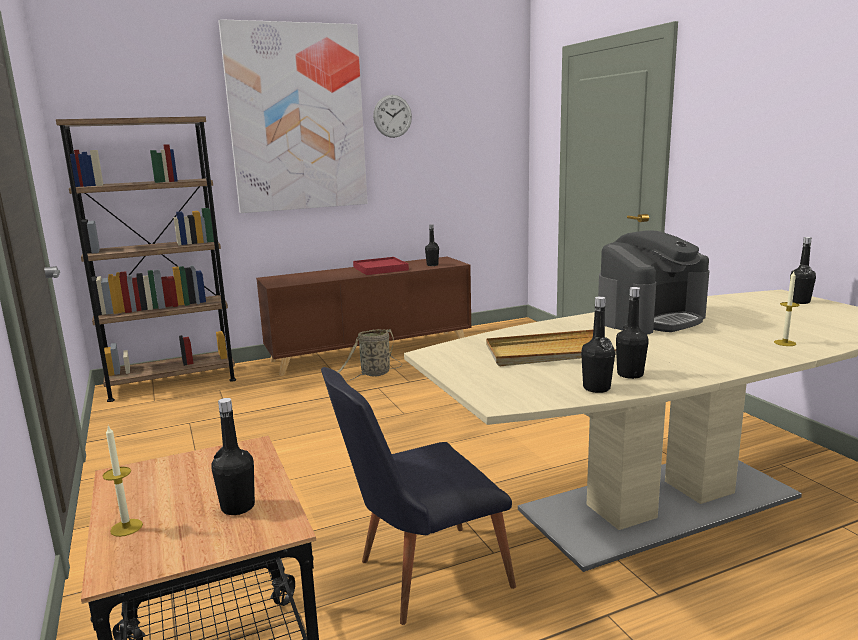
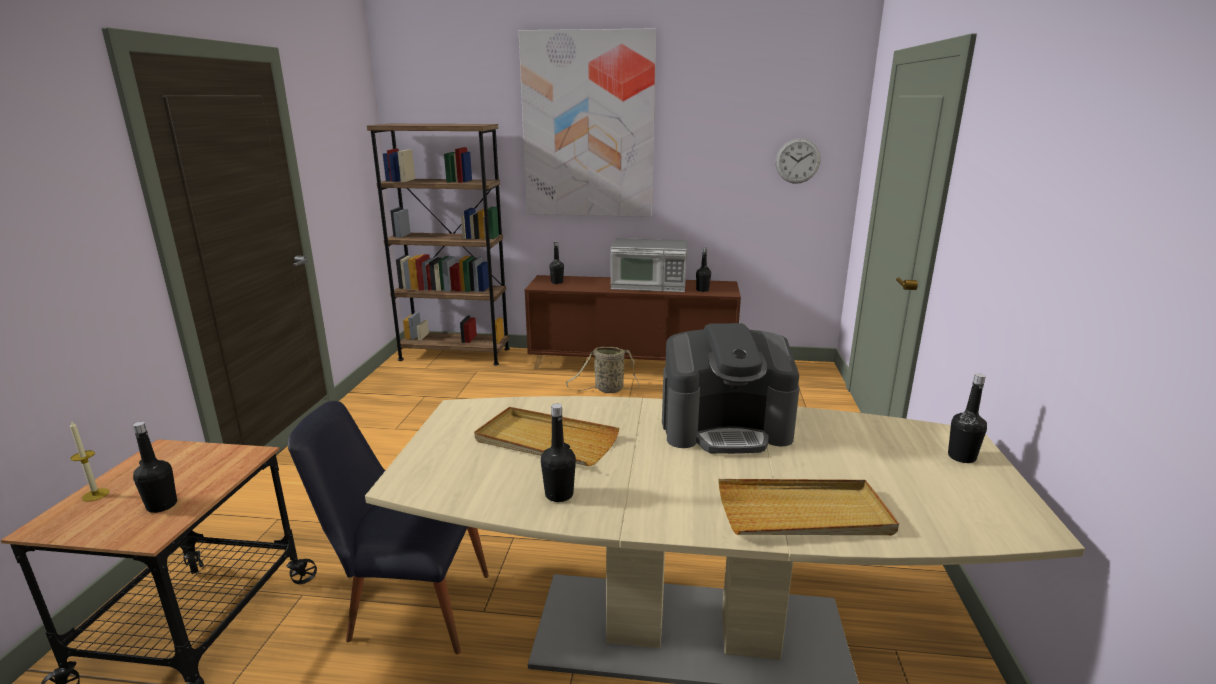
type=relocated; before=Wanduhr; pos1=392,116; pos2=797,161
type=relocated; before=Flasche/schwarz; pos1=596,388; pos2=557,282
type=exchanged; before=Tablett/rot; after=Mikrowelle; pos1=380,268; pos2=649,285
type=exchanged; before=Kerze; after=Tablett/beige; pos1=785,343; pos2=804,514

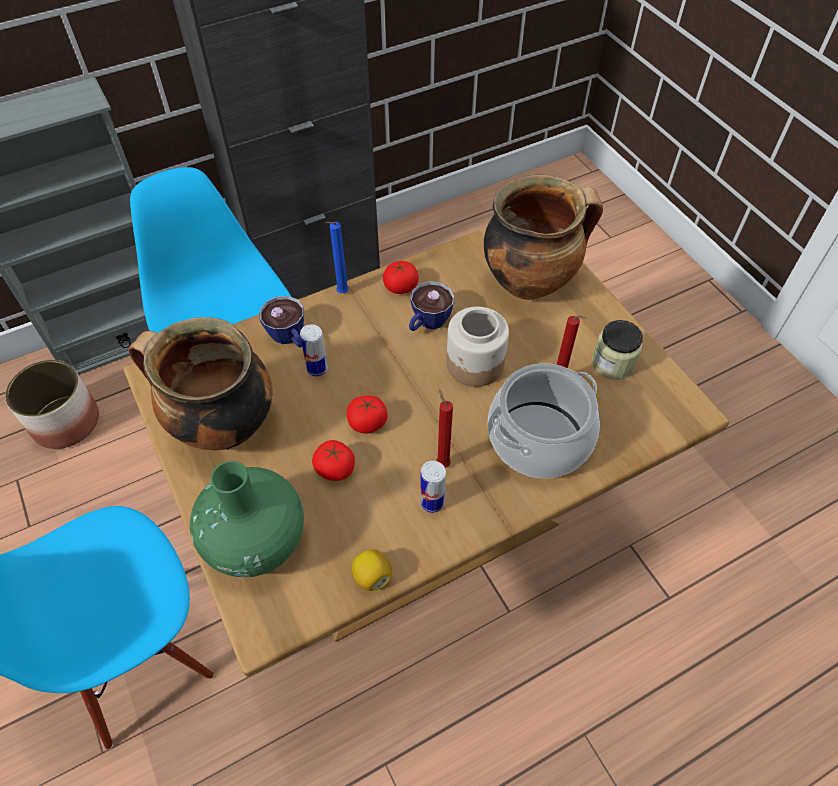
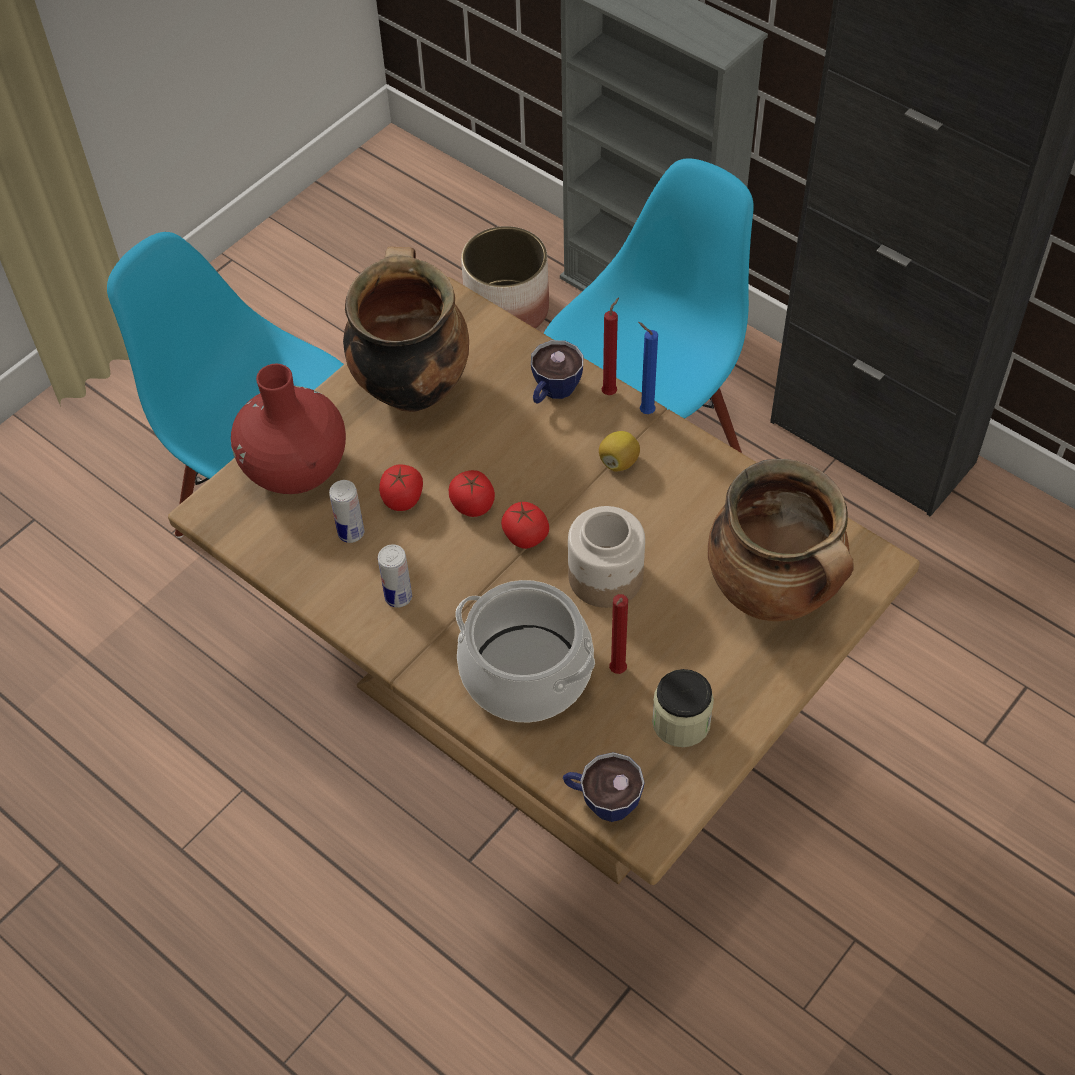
type=relocated; before=Dose; pos1=317,368; pos2=351,533
type=relocated; before=Zitrone; pos1=372,577; pos2=618,462
type=relocated; before=Tomate; pos1=401,287; pos2=525,536
type=relocated; before=Tasse; pos1=427,323; pos2=601,800
type=relocated; before=Kerze/rot; pos1=442,462; pos2=611,392
type=colour; before=Vase/grün; after=Vase/rot; pos1=256,541; pos2=295,468

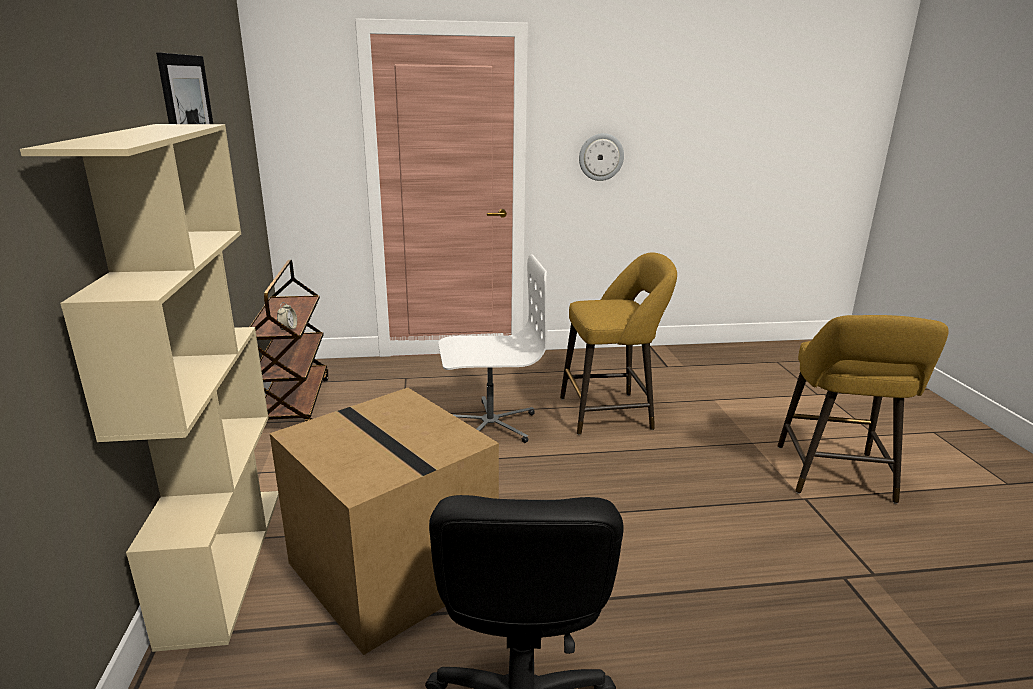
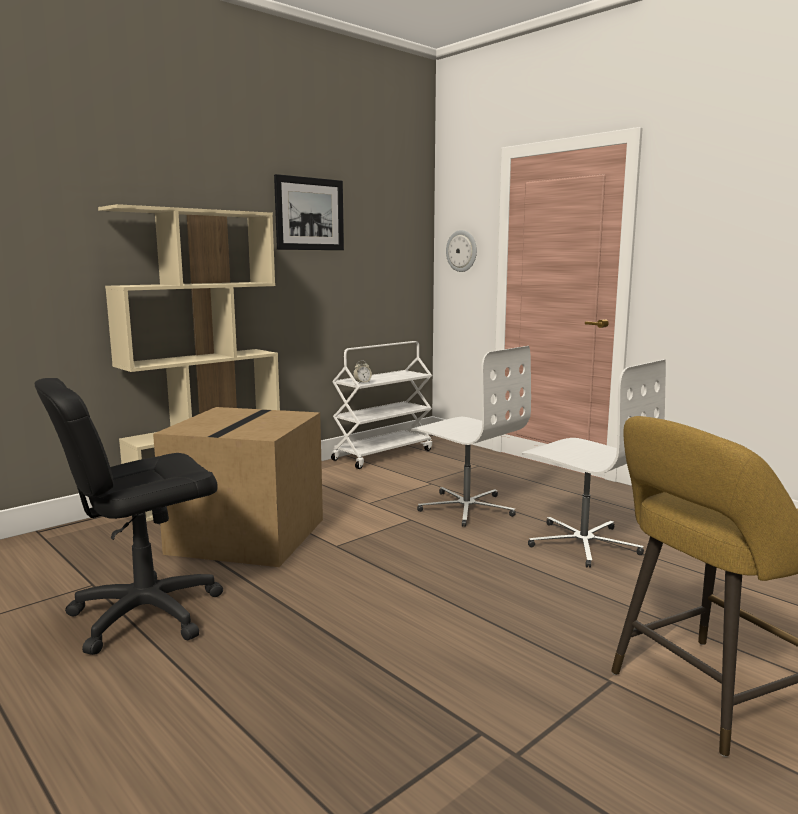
type=relocated; before=Wanduhr; pos1=601,157; pos2=462,251
type=exchanged; before=Hocker/gelb; after=Bürostuhl/weiß; pos1=611,413; pos2=583,543
type=colour; before=Rollwagen/braun; after=Rollwagen/weiß; pos1=294,404; pos2=383,454

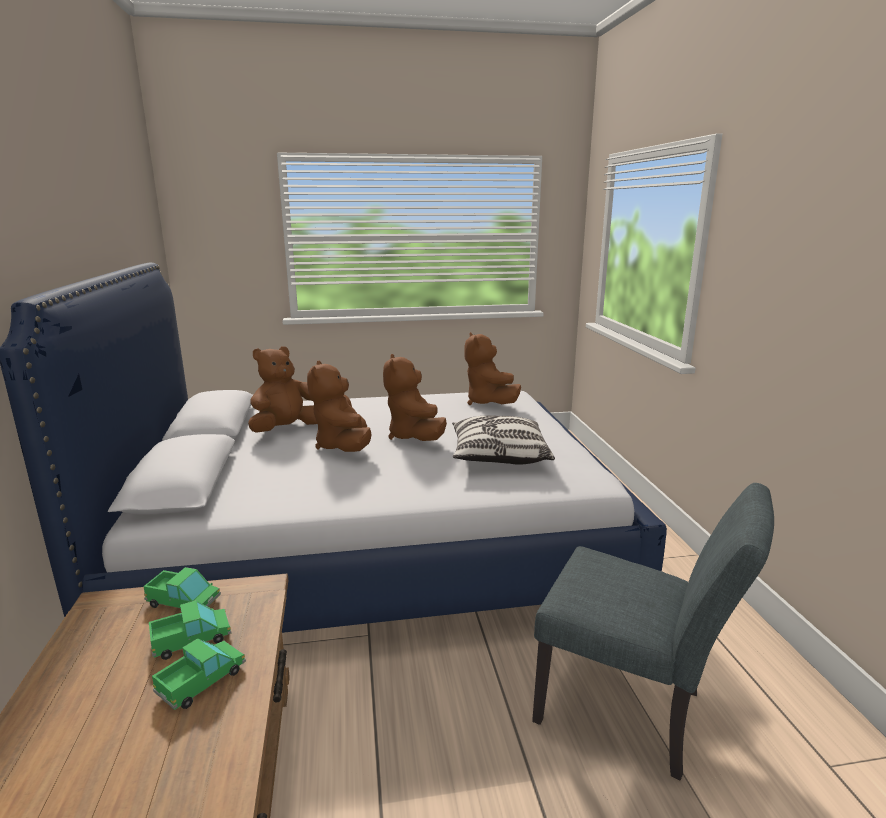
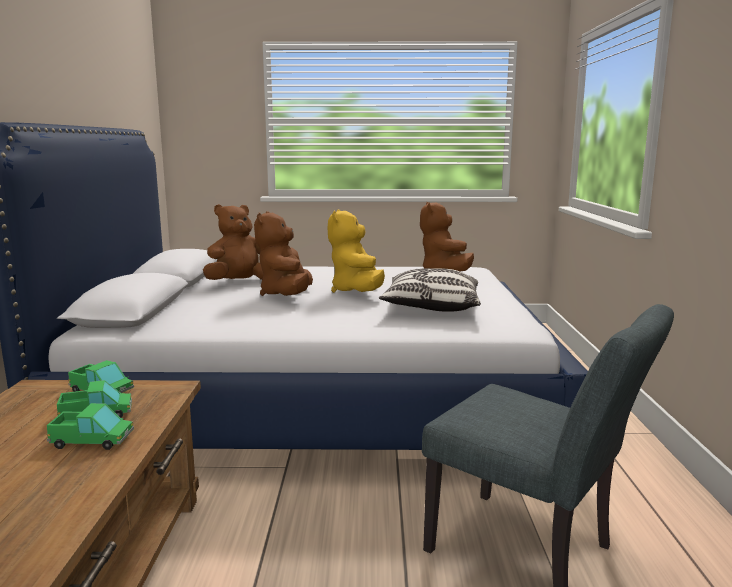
type=colour; before=Plüschtier/braun; after=Plüschtier/gelb; pos1=414,437; pos2=357,292
type=spun; before=Spielzeuglaster; pos1=202,681; pos2=92,440; turn=45

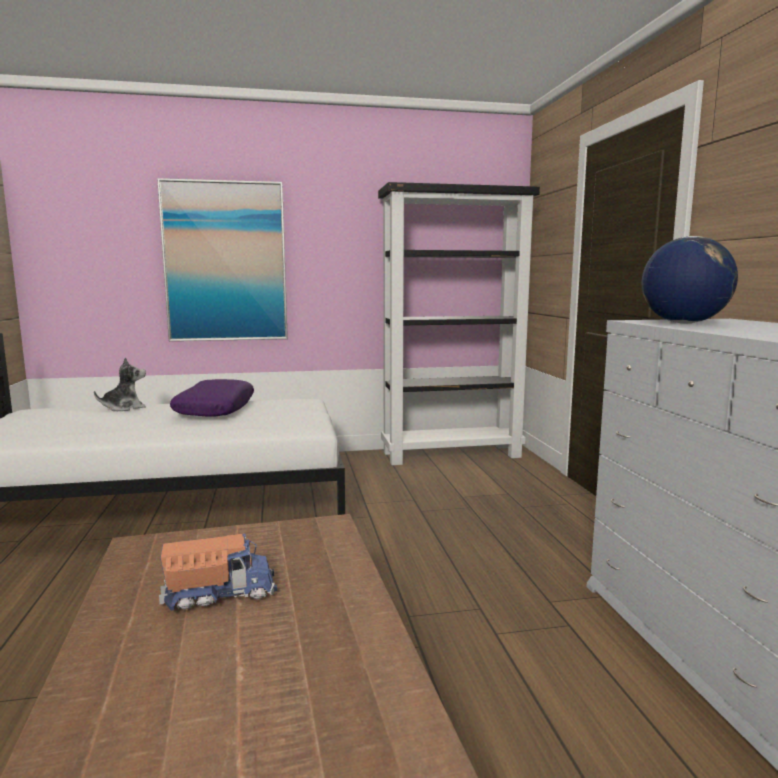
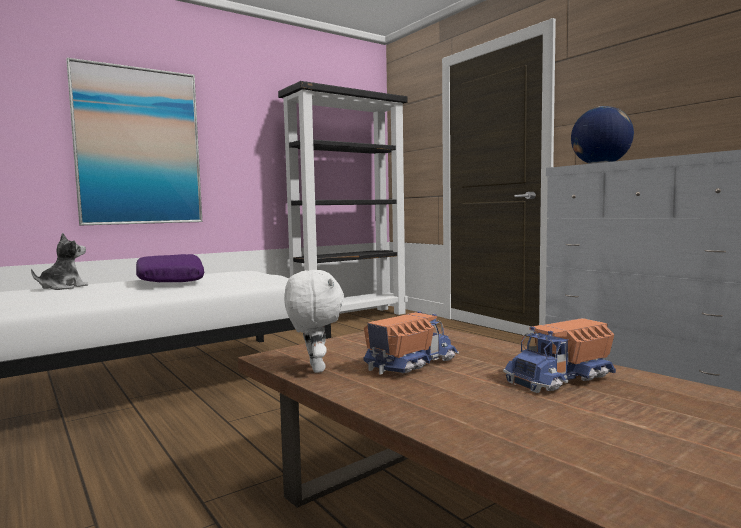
type=appeared; after=Plüschtier/weiß; pos2=314,368
type=appeared; after=Spielzeuglaster; pos2=561,379

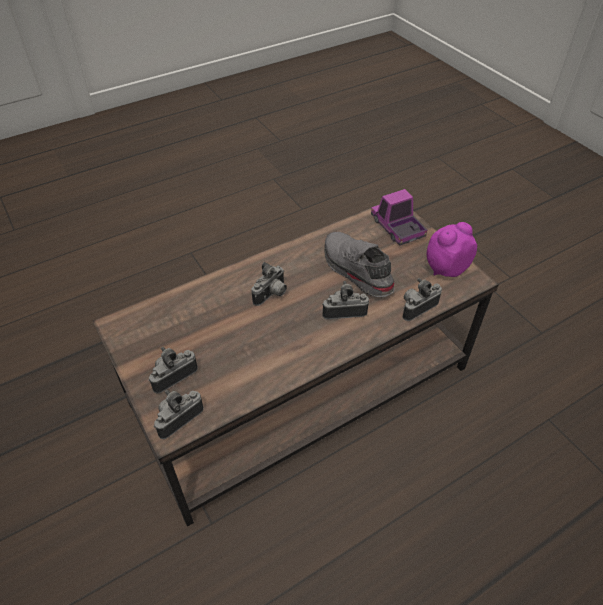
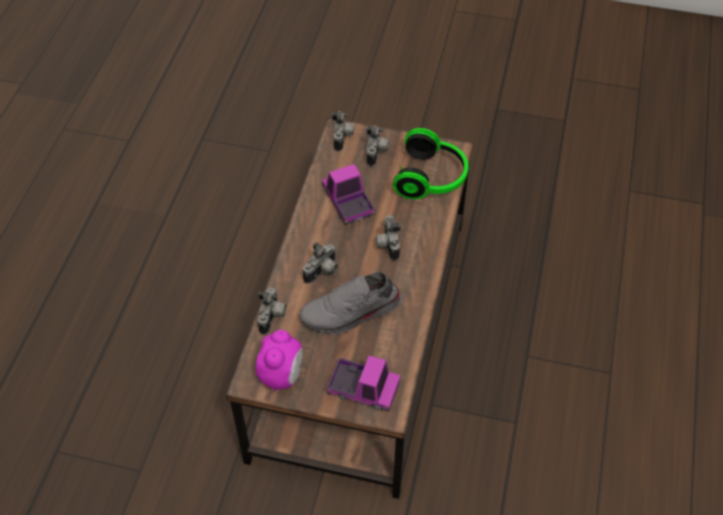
type=appeared; after=Spielzeuglaster; pos2=348,202
type=appeared; after=Kopfhörer; pos2=432,178
type=spun; before=Schuh/grau; pos1=355,271; pos2=351,313; turn=150

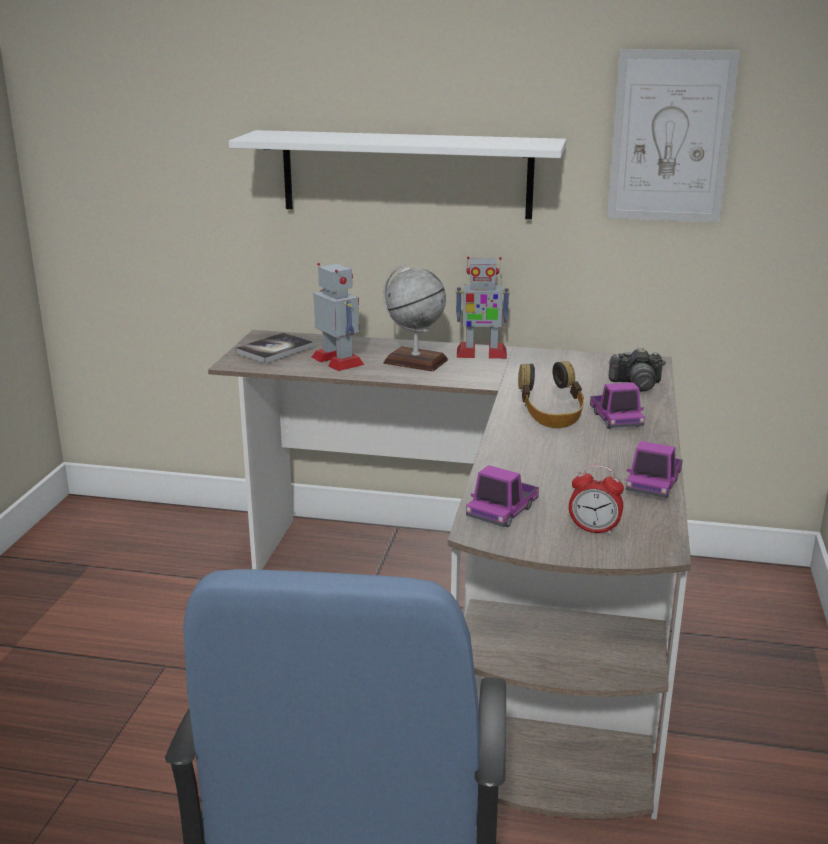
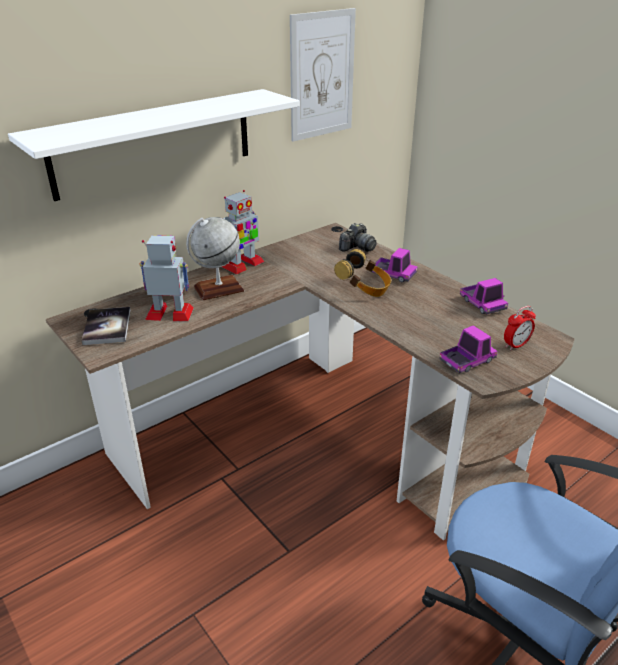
type=spun; before=Spielzeuglaster; pos1=502,511; pos2=467,361; turn=-105

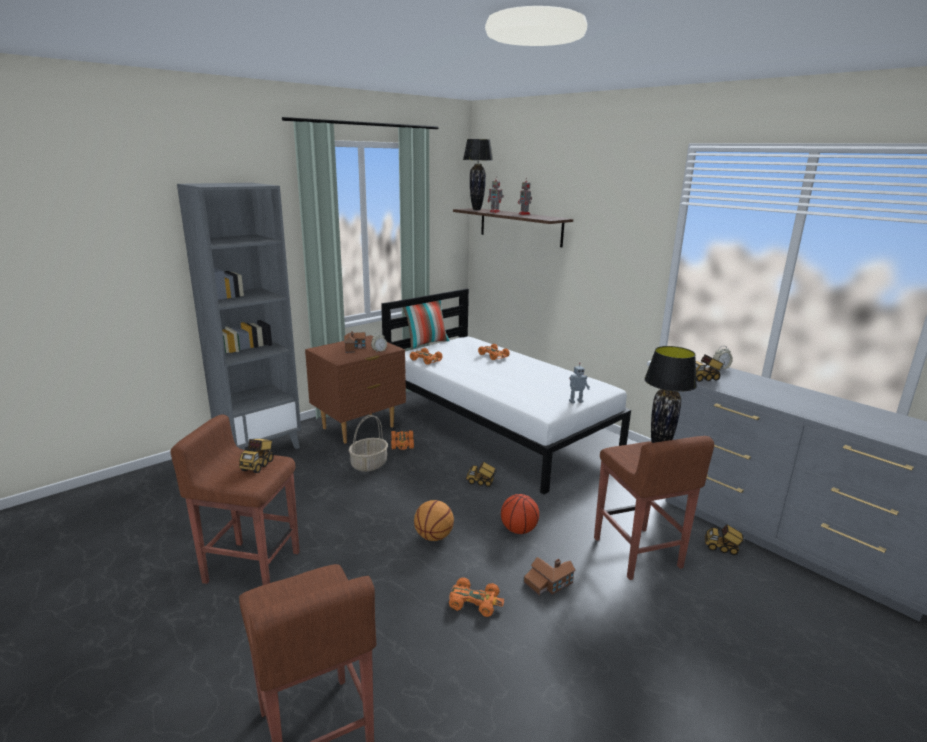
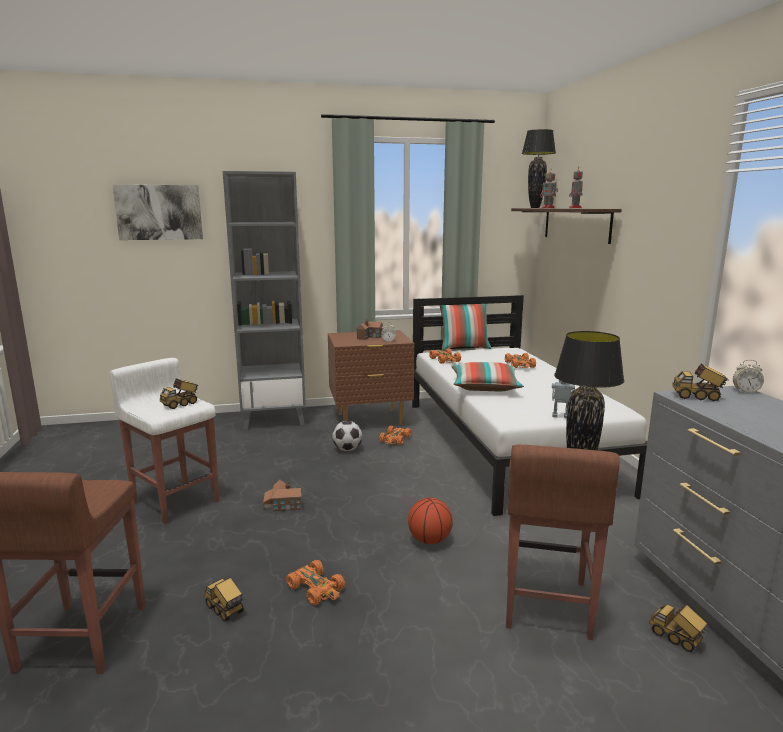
type=missing; before=Basketball; pos1=434,537
type=appeared; after=Bild; pos2=159,212
type=appeared; after=Kissen; pos2=485,387
type=relocated; before=Spielzeuglaster; pos1=481,482; pos2=225,610
type=relocated; before=Spielzeughaus; pos1=548,583; pos2=282,504
type=exchanged; before=Korb; after=Fußball; pos1=369,464; pos2=347,449
type=colour; before=Hocker/braun; after=Hocker/weiß; pos1=251,566; pos2=175,500

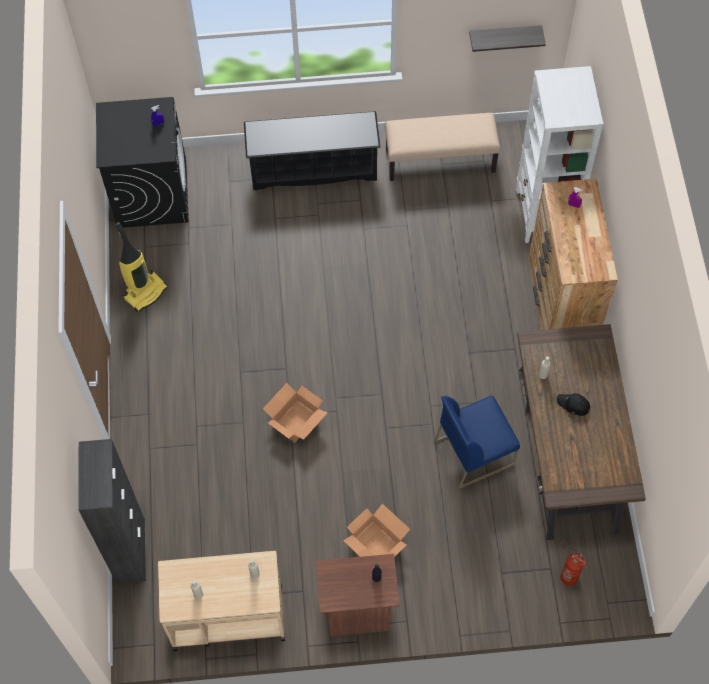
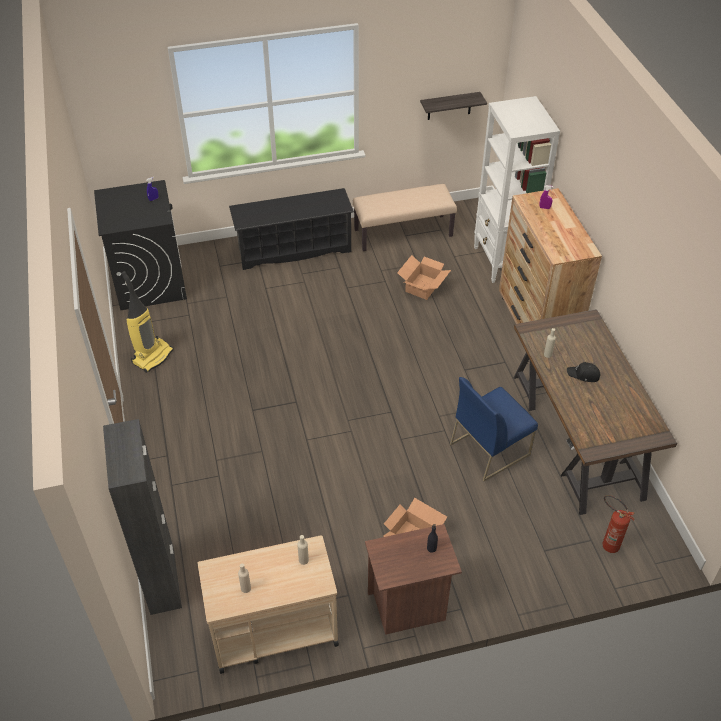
type=relocated; before=Karton; pos1=295,421; pos2=422,286

